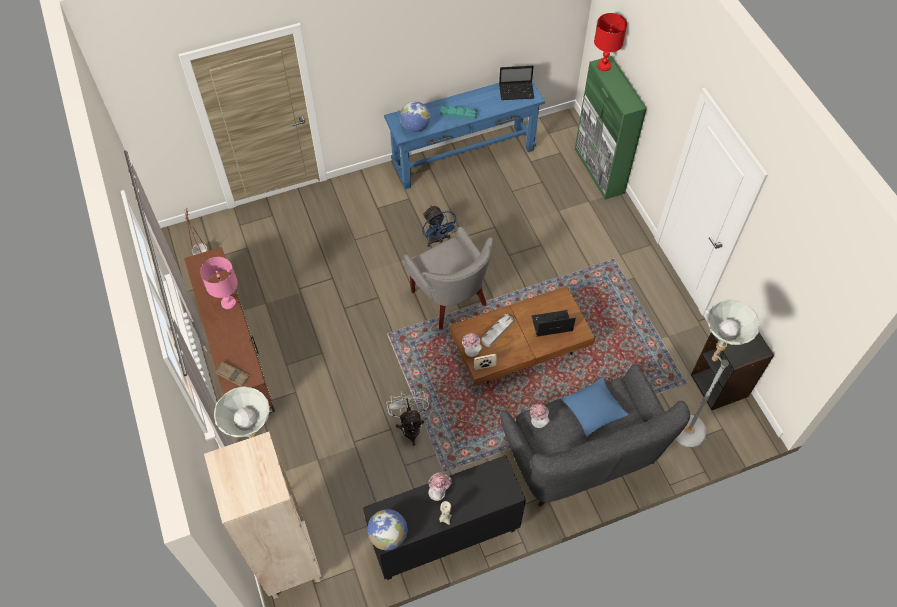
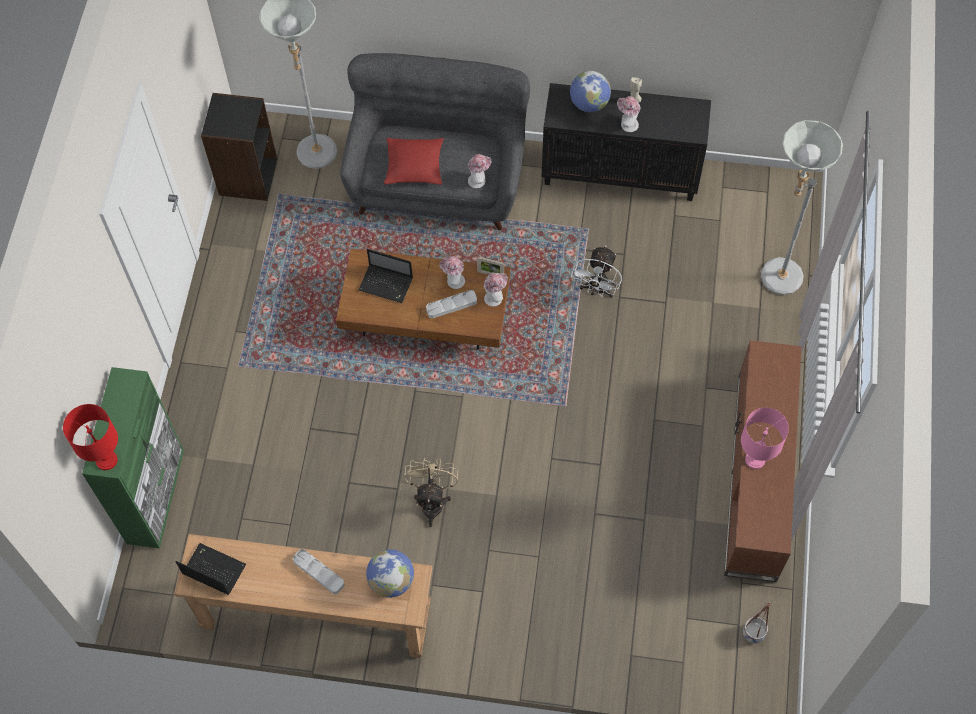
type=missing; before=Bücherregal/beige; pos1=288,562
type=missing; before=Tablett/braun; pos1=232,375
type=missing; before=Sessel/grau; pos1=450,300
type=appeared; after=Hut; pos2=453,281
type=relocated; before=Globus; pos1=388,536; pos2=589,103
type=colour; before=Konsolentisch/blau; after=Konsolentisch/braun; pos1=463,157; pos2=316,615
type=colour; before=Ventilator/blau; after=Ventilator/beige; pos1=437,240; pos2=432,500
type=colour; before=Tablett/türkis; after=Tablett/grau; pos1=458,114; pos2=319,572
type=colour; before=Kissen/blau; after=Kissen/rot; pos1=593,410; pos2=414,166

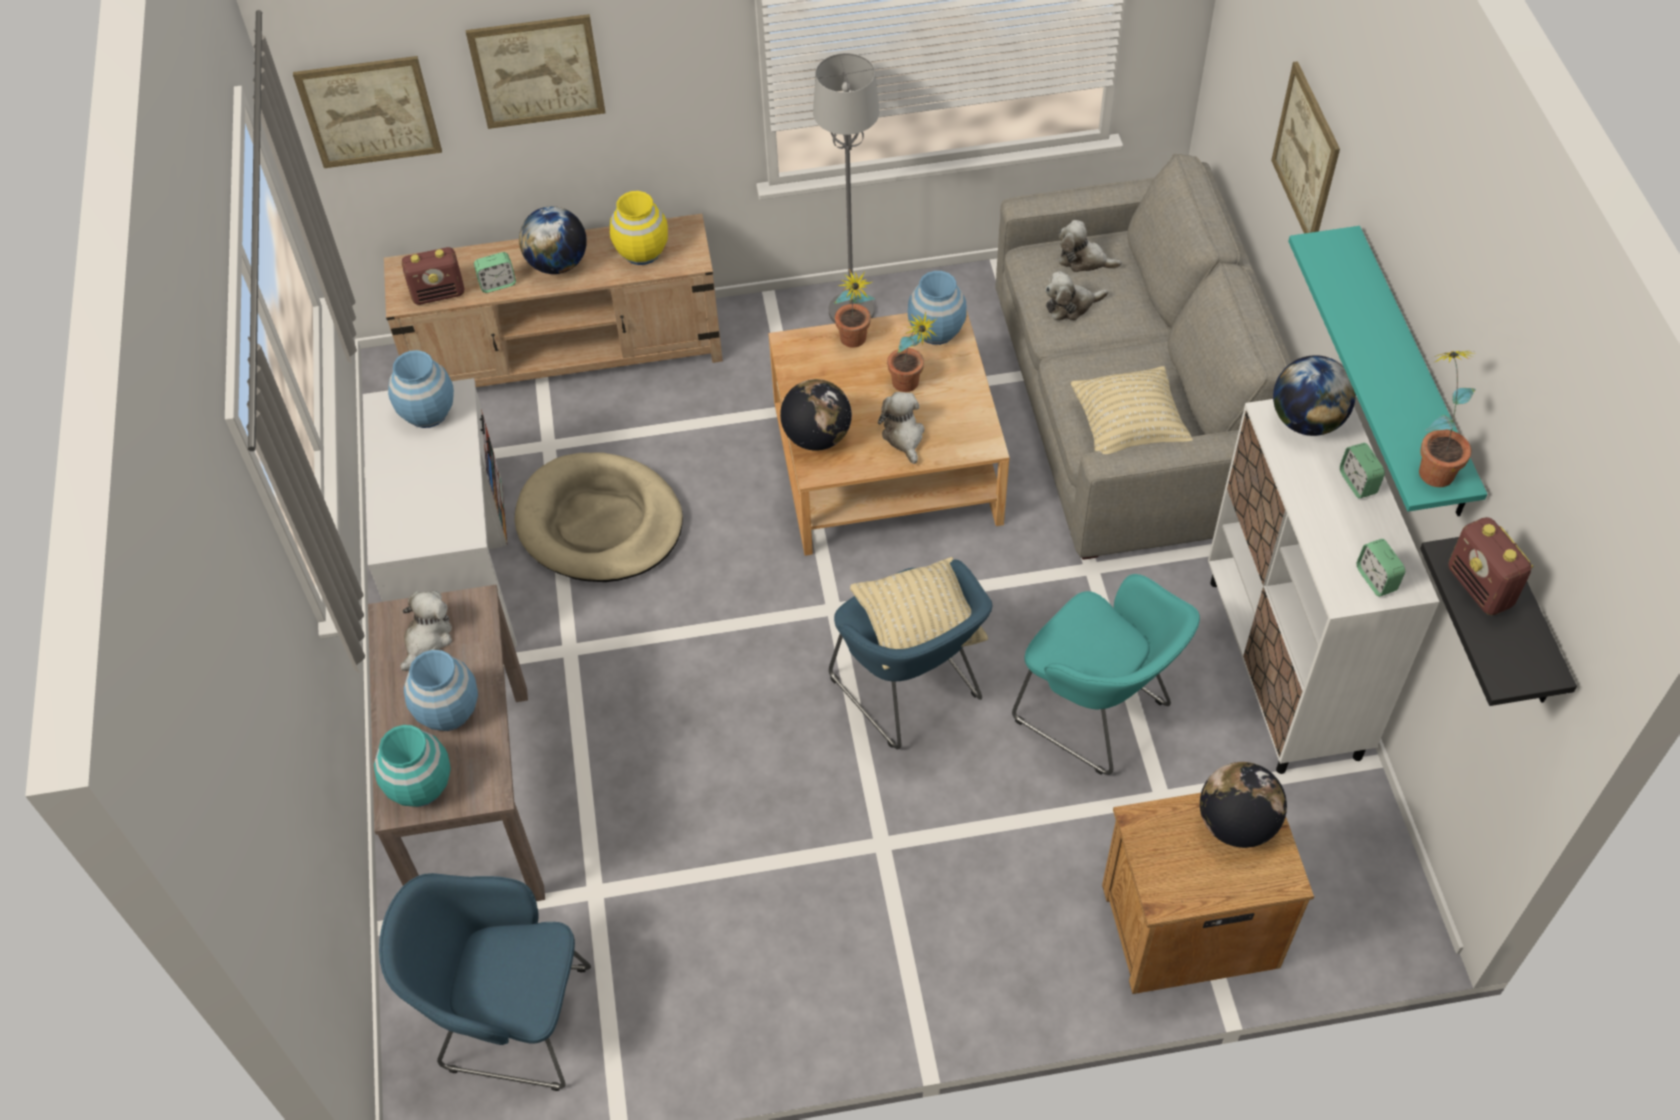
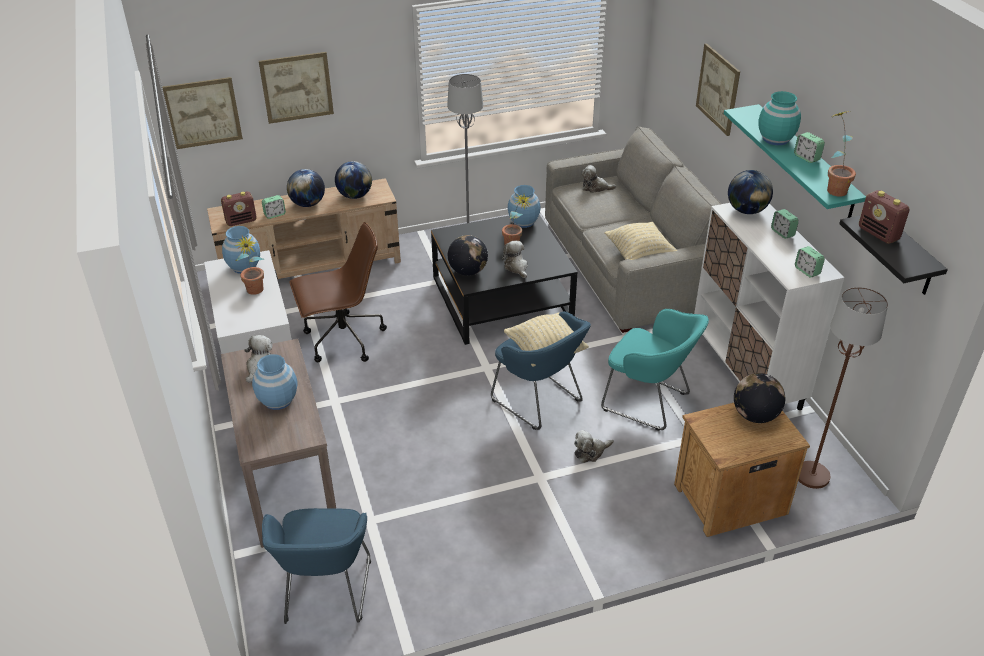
type=appeared; after=Wecker; pos2=806,157
type=appeared; after=Stehlampe/braun; pos2=812,476
type=relocated; before=Vase/türkis; pos1=420,785; pos2=775,139
type=relocated; before=Topfpflanze; pos1=854,344; pos2=255,292
type=relocated; before=Plüschtier; pos1=1071,305; pos2=590,452
type=exchanged; before=Hundebett/beige; after=Bürostuhl/braun; pos1=600,523; pos2=343,340
type=exchanged; before=Vase/gelb; after=Globus; pos1=642,252; pos2=355,196
type=colour; before=Couchtisch/beige; after=Couchtisch/schwarz; pos1=886,462; pos2=502,299
type=spun; before=Sessel/blau; pos1=509,1019; pos2=326,595; turn=-90

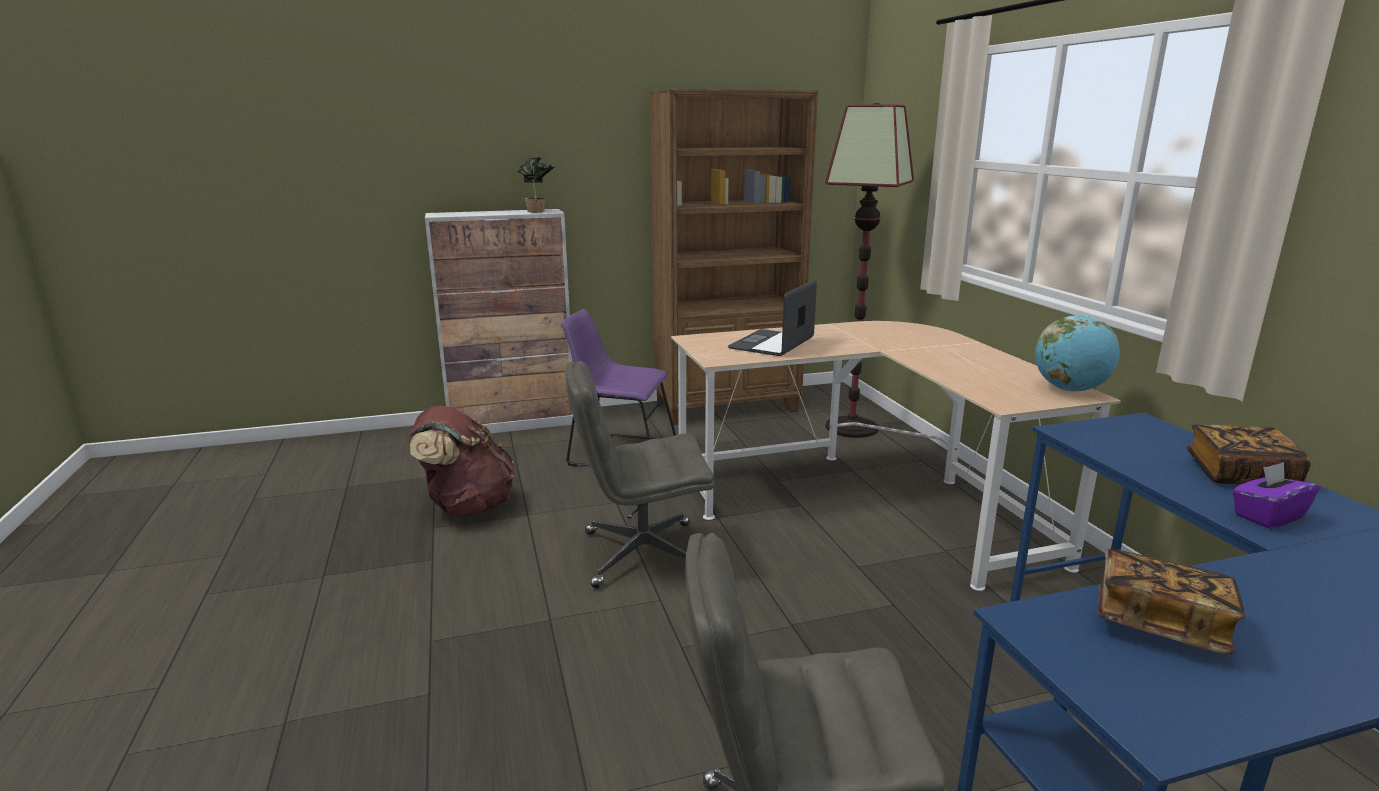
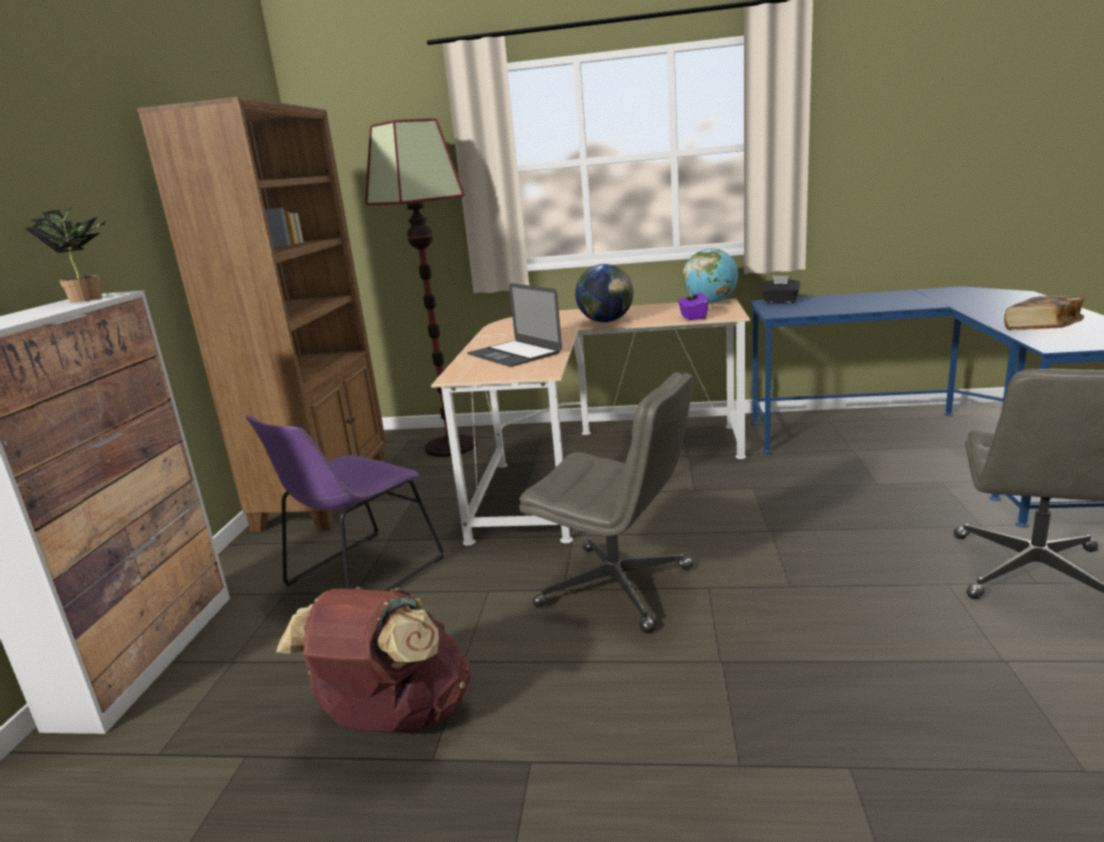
type=missing; before=Buch; pos1=1240,474
type=appeared; after=Globus; pos2=606,321
type=appeared; after=Taschentuchbox/schwarz; pos2=780,302
type=relocated; before=Taschentuchbox/lila; pos1=1267,516; pos2=692,317
type=spun; before=Bürostuhl/grau; pos1=641,554; pos2=617,587; turn=-75

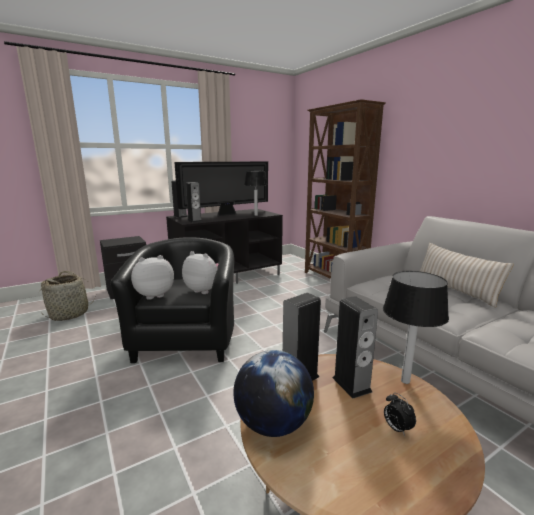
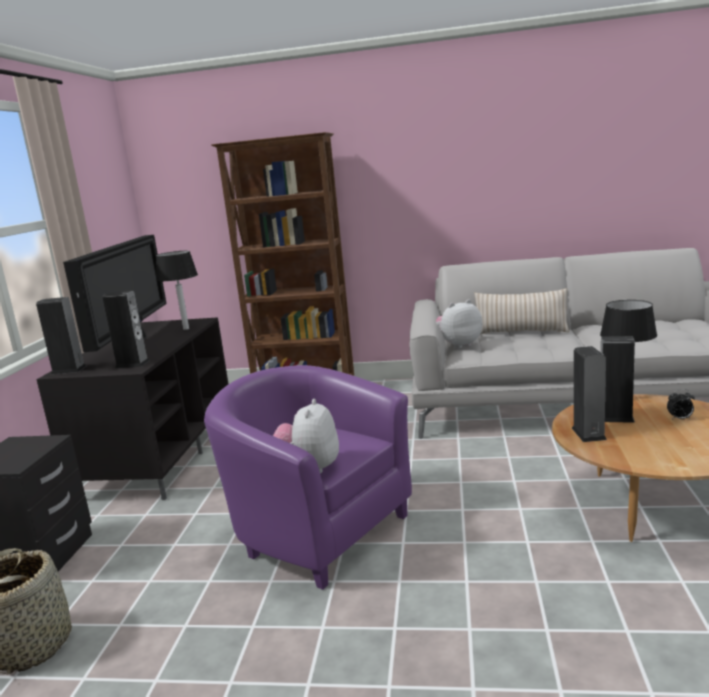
type=missing; before=Globus; pos1=273,424
type=relocated; before=Plüschtier; pos1=205,290; pos2=458,345
type=colour; before=Sessel/schwarz; after=Sessel/lila; pos1=186,339; pos2=316,530

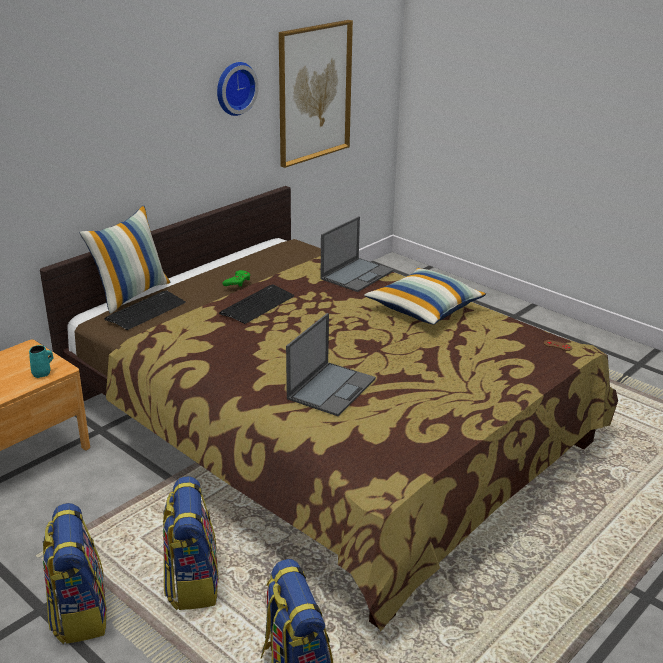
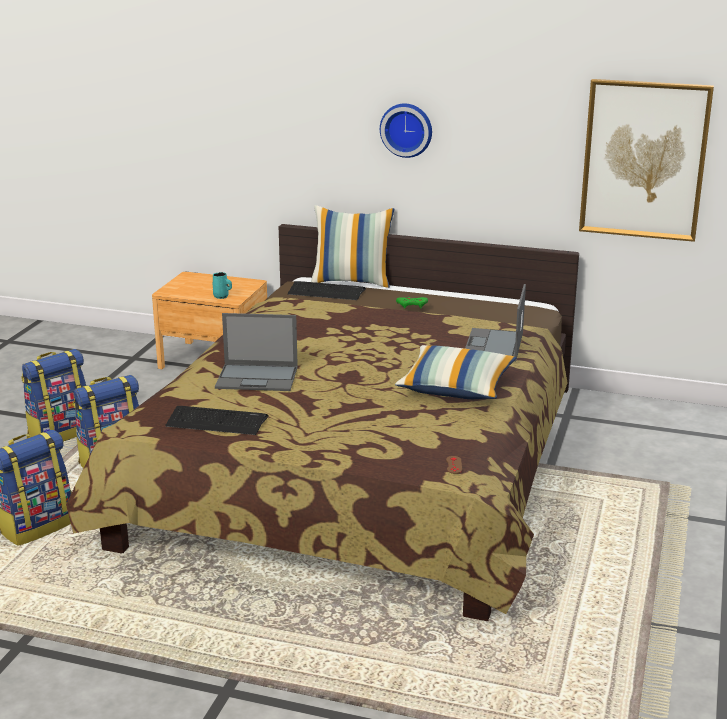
type=relocated; before=Wanduhr; pos1=234,88; pos2=407,129
type=relocated; before=Tastatur; pos1=257,305; pos2=216,421
type=spun; before=Laptop; pos1=357,274; pos2=494,345; turn=90

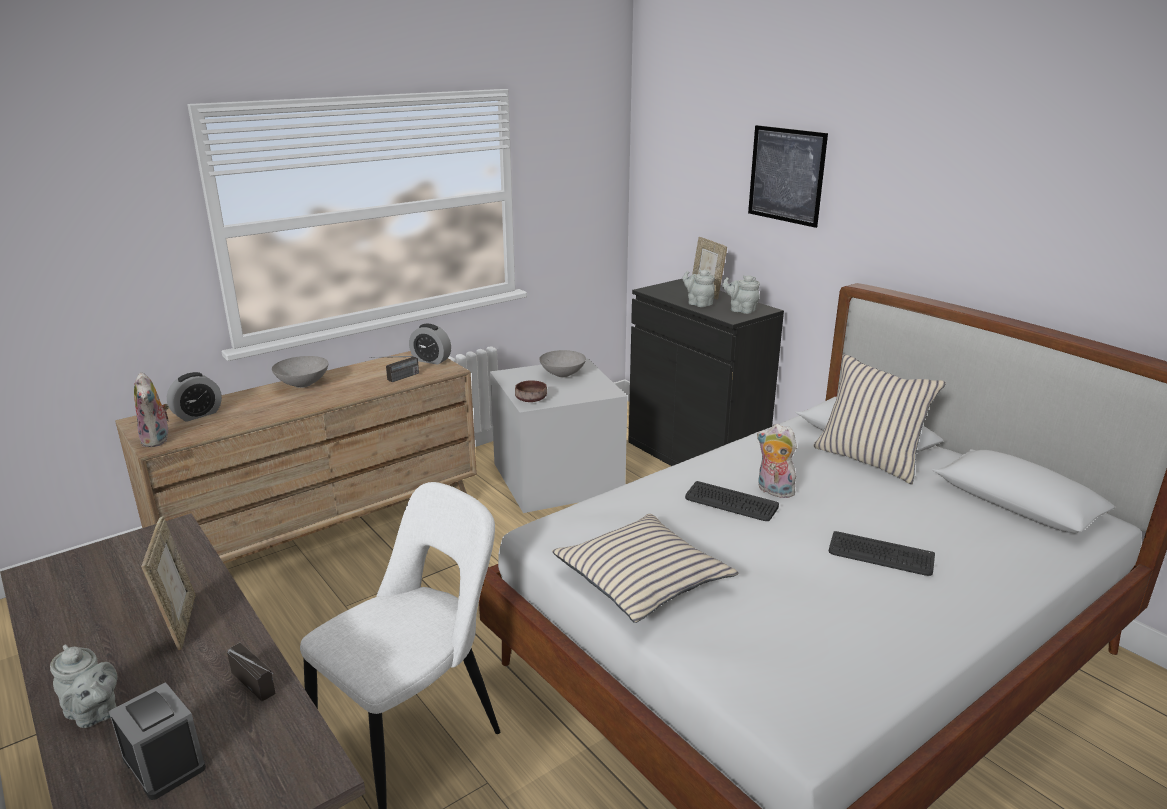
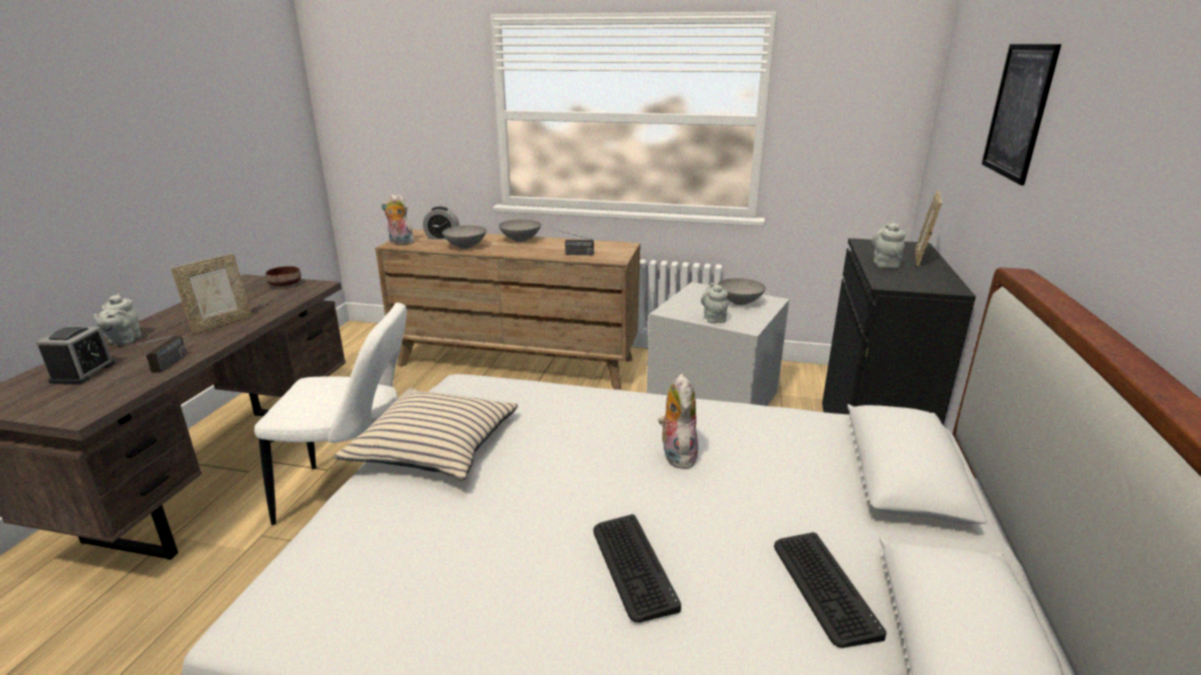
type=missing; before=Wecker; pos1=431,360
type=missing; before=Kissen/beige; pos1=869,459
type=appeared; after=Schüssel/grau; pos2=465,247
type=relocated; before=Schüssel/braun; pos1=530,399; pos2=286,284
type=relocated; before=Tastatur; pos1=730,503; pos2=823,587
type=relocated; before=Teekanne/grau; pos1=741,310; pos2=713,318
type=spun; before=Plüschtier; pos1=158,440; pos2=400,243; turn=75

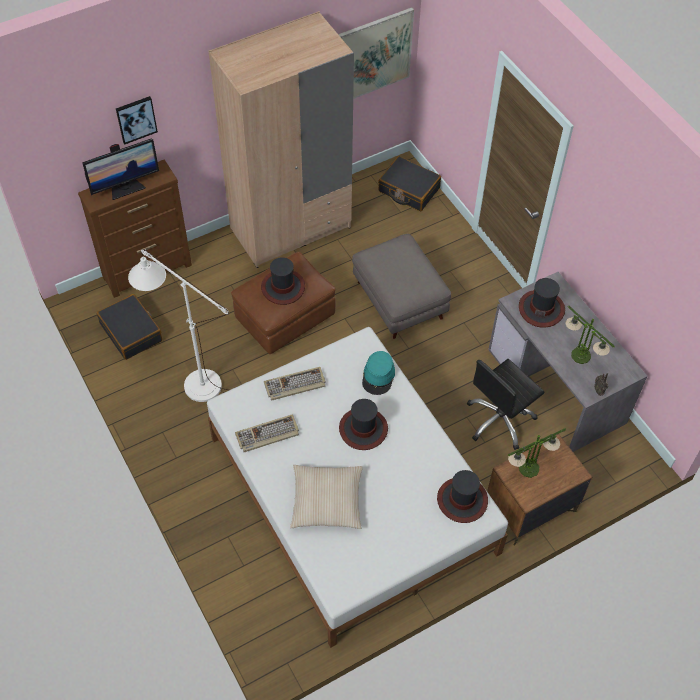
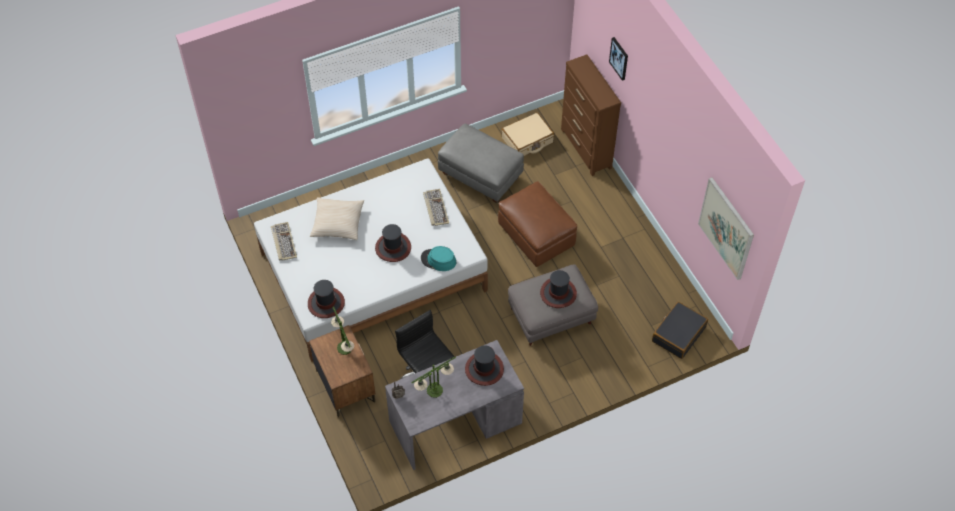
type=missing; before=Monitor; pos1=126,188
type=missing; before=Kleiderschrank/beige; pos1=290,228
type=relocated; before=Tastatur; pos1=267,435; pos2=283,242
type=relocated; before=Hut; pos1=283,287; pos2=558,293
type=exchanged; before=Stehlampe/weiß; after=Polsterhocker/grau; pos1=193,381; pos2=480,178
type=colour; before=Koffer/schwarz; after=Koffer/beige; pos1=131,332; pos2=527,140

